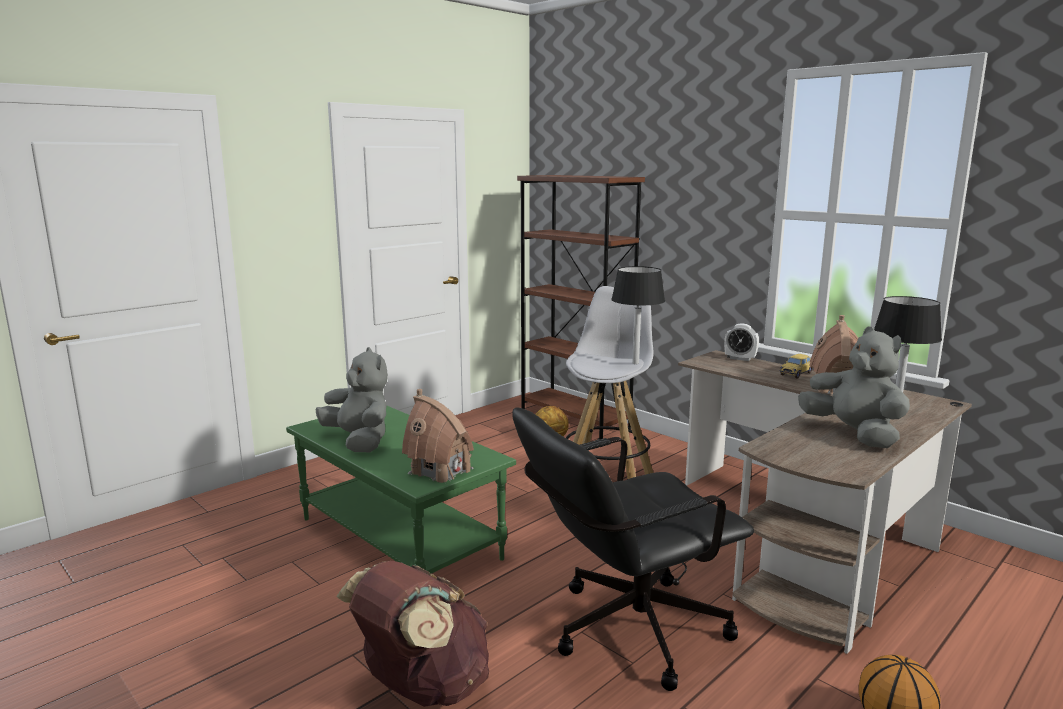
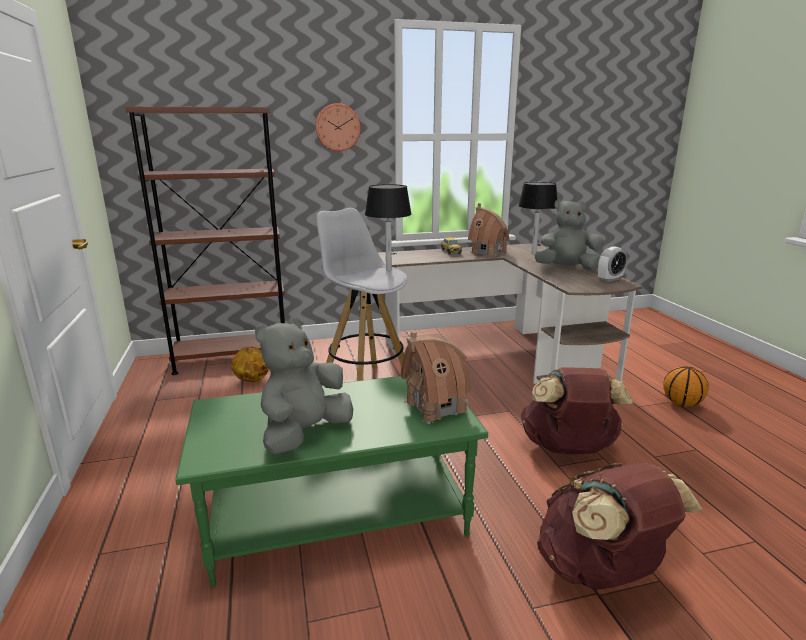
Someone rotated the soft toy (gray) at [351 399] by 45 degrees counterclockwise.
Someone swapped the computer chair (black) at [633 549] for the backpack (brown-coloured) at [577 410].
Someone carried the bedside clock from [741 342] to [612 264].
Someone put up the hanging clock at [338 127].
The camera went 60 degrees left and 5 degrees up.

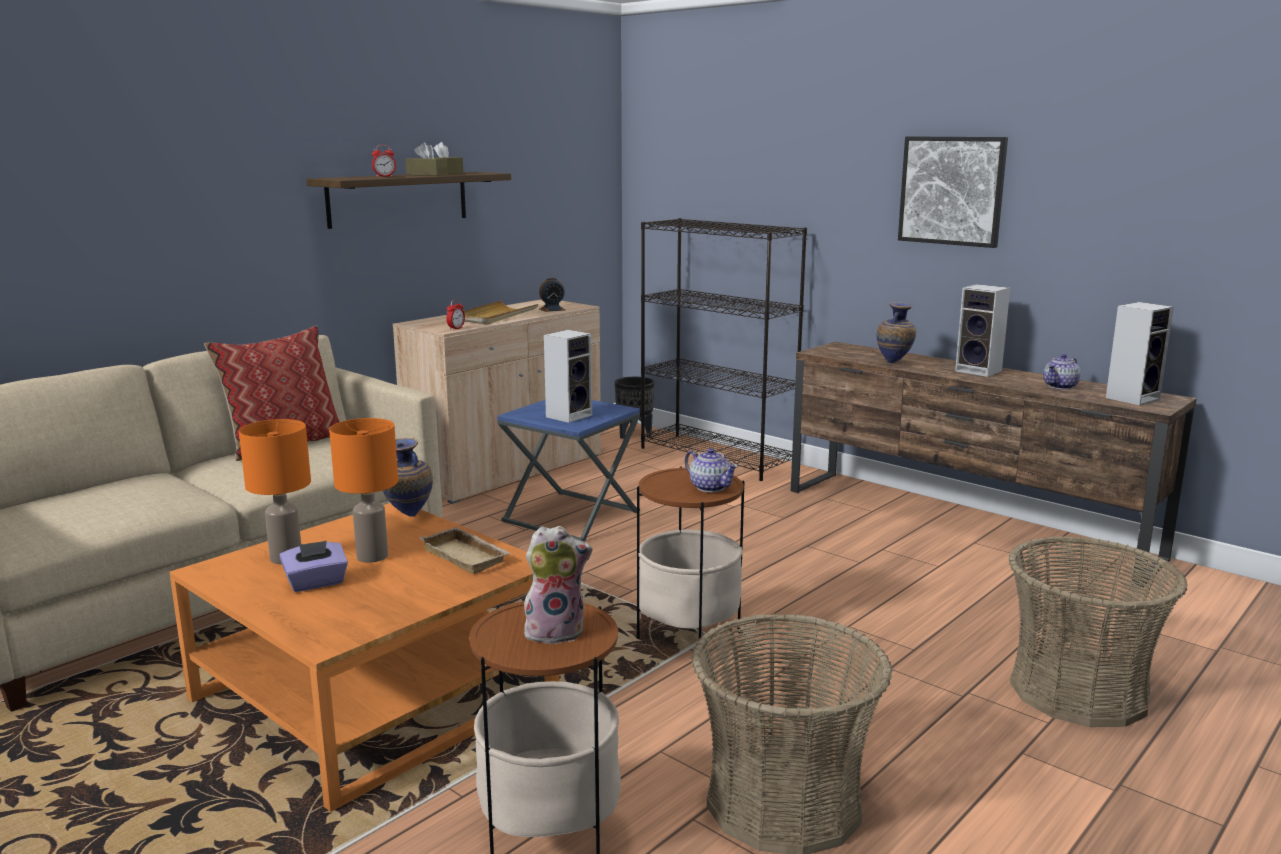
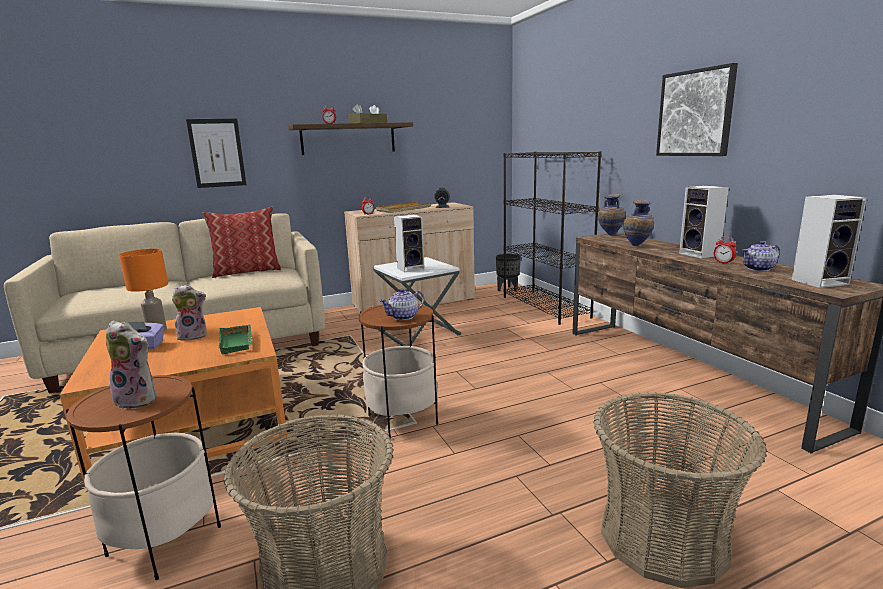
Someone swapped the tabletop lamp (orangey) at [363 490] for the soft toy at [189 312].
Someone carried the decorative vase from [407 477] to [611 215].
Someone repainted the tray (beige) at [464 550], which became the tray (greenish) at [235 340].
Someone repainted the end table (blue) at [568 470], which became the end table (whitish) at [417 301].
Someone rotated the teapot at [711 470] by 75 degrees clockwise.
Someone put up the wall art at [216 153].
Someone put down the bedside clock at [725 250].
The camera went 25 degrees right and 0 degrees up.

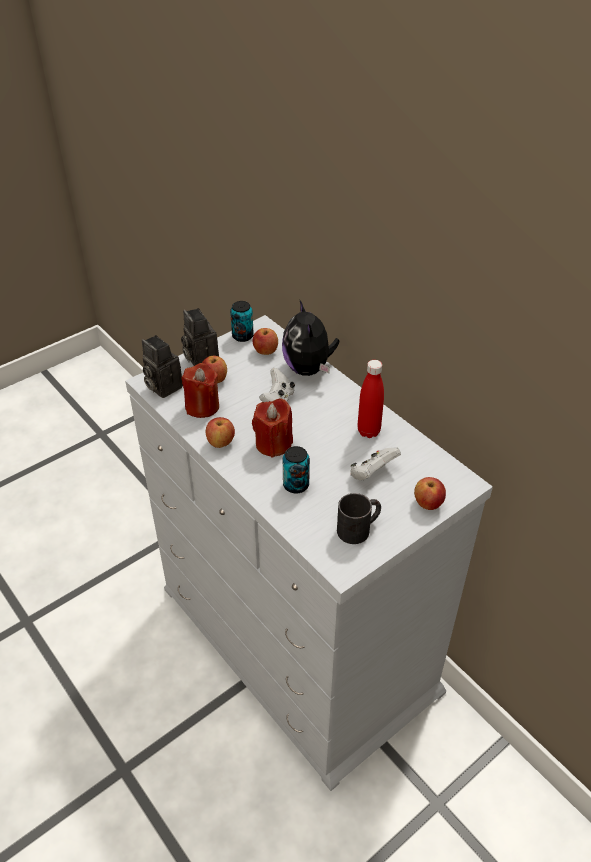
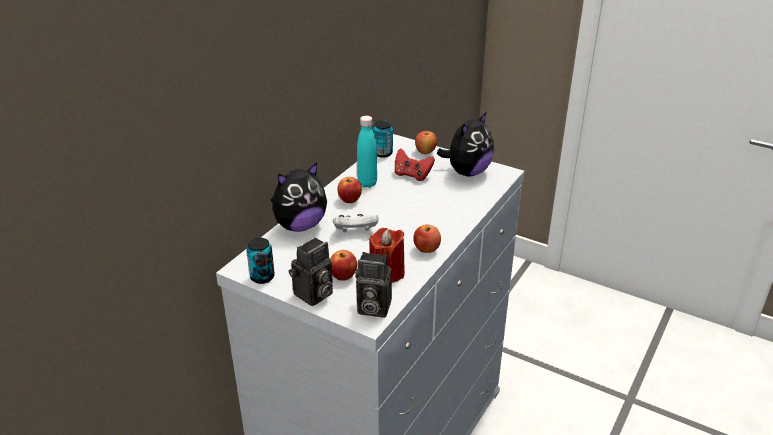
Someone rotated the photo camera at [162 366] by 75 degrees clockwise.
Someone carried the whole apple from [265 341] to [349 190].
Someone took away the candle (red-coloured) at [272 428].
Someone carried the can from [296 470] to [383 139].
Someone swapped the coffee mug (black) at [359 518] for the soft toy at [465 144].
Someone repainted the joypad (whitish) at [375 464], which became the joypad (red-coloured) at [415 164].
Someone repainted the drink bottle (red-coloured) at [370 399], which became the drink bottle (blue-green) at [367 152].
The camera went 110 degrees left and 10 degrees down.

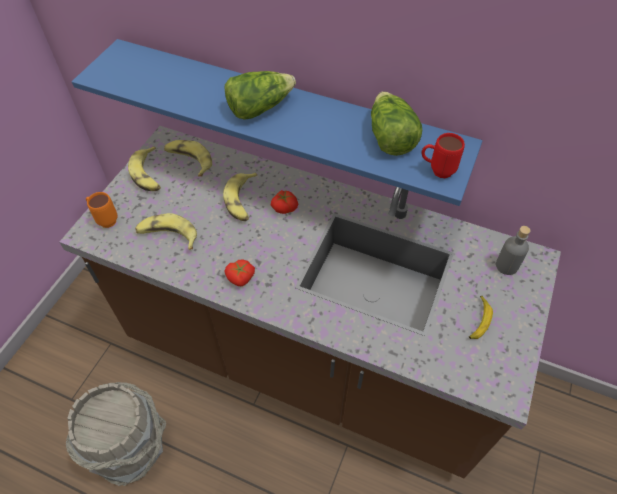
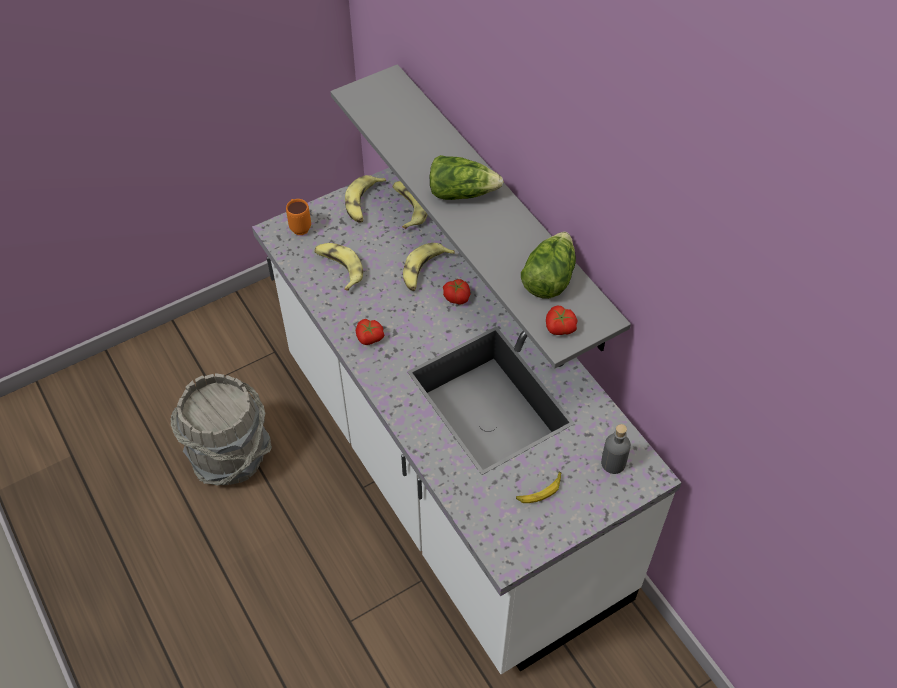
Someone repainted the counter (brown-coloured) at [310 302], which became the counter (whitish) at [467 421].
Someone repainted the shelf (blue) at [277 122], which became the shelf (gray) at [480 216].
Someone swapped the coffee mug (red-coloured) at [443 155] for the tomato at [562 320].
The camera went 35 degrees right and 0 degrees up.

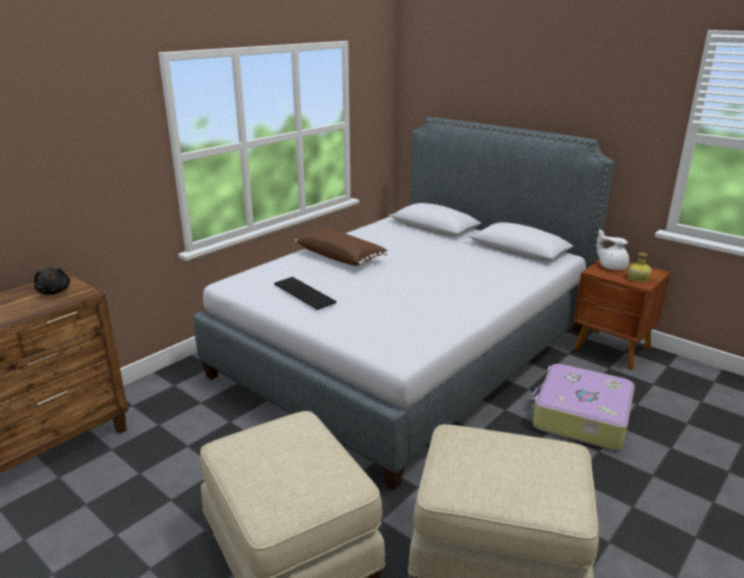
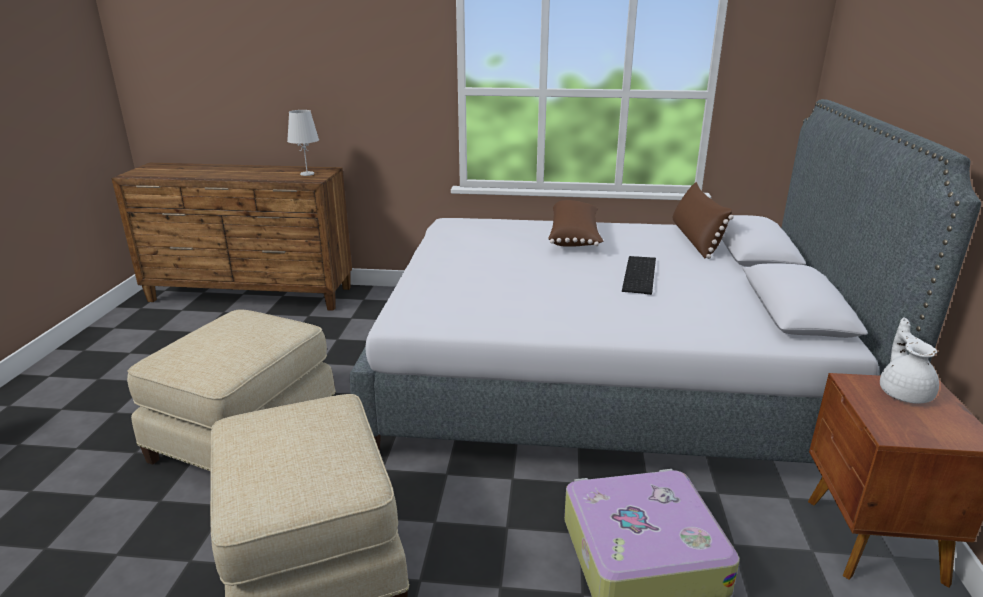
Someone swapped the soft toy (black) at [52 281] for the tabletop lamp (whitish) at [303 143].
Someone carried the computer keyboard from [305 293] to [639 275].
Someone took away the drink bottle at [639 267].
Someone put down the throw pillow (brown-coloured) at [703 220].
The camera went 55 degrees right and 0 degrees up.

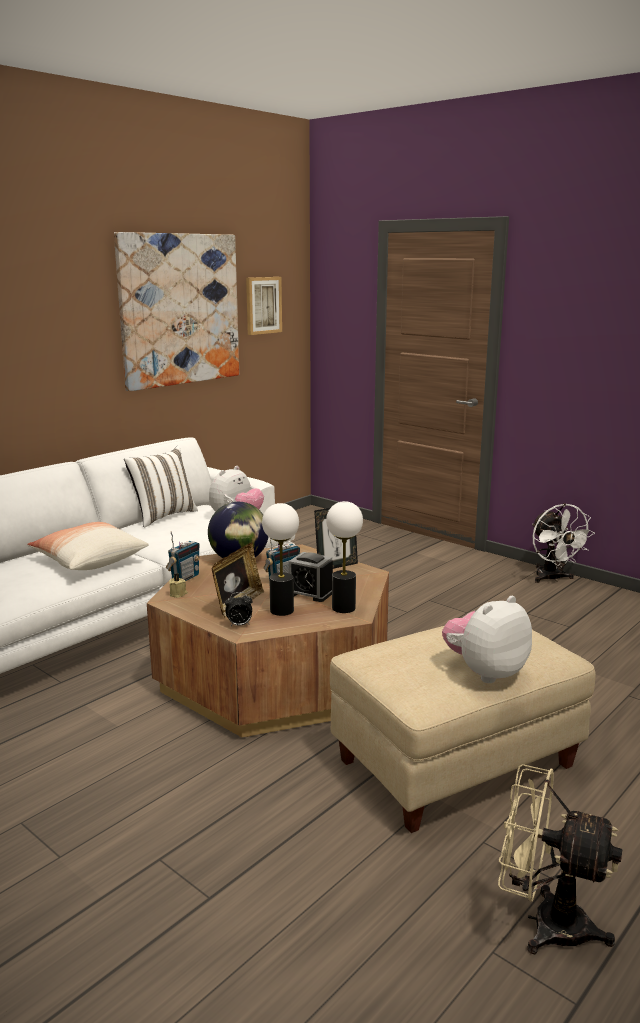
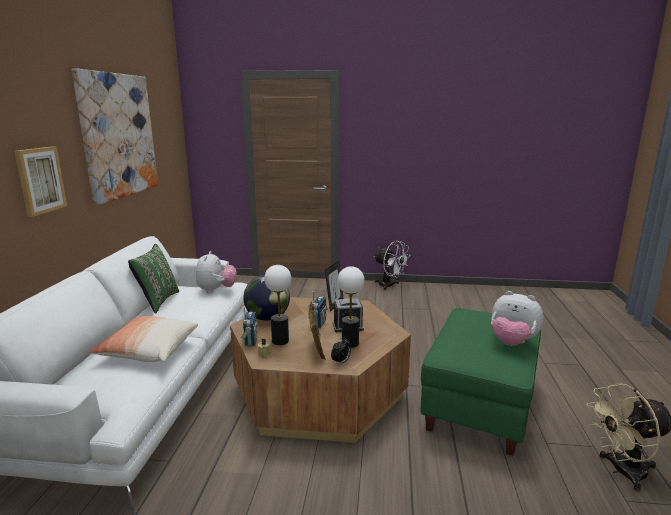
Someone repainted the throw pillow (whitish) at [161 487], which became the throw pillow (greenish) at [153 279].
Someone carried the wall art from [264 306] to [40 181].
Someone carried the tabletop lamp from [344 557] to [277 305].
Someone repainted the ottoman (beige) at [463 729], which became the ottoman (greenish) at [481 382].
Someone rotated the soft toy at [487 639] by 75 degrees counterclockwise.
The camera went 35 degrees left and 0 degrees up.

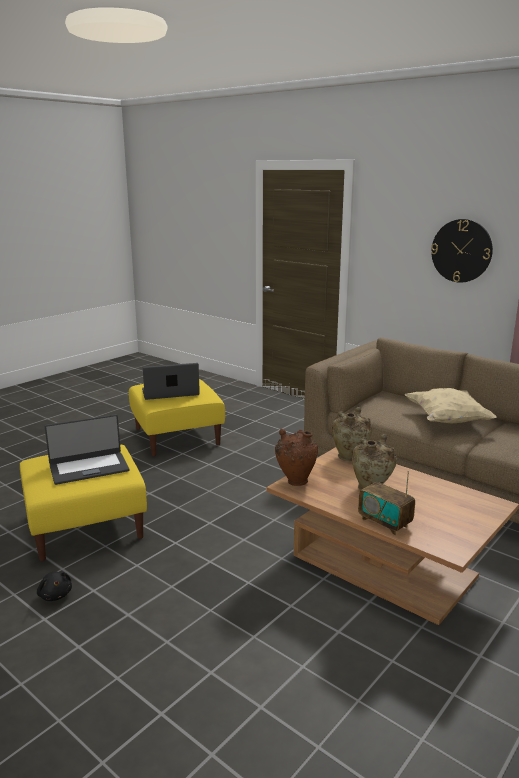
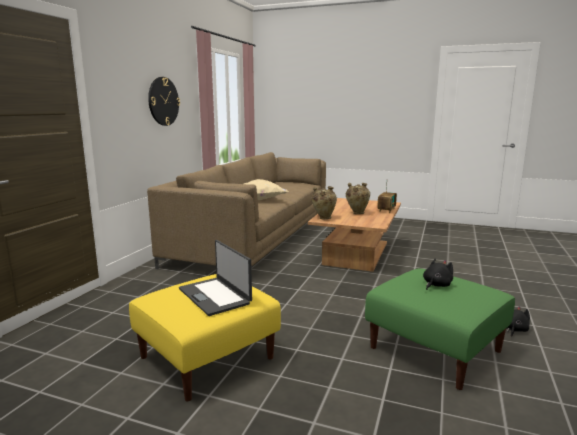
Someone repainted the ottoman (yellow) at [83 502], which became the ottoman (greenish) at [440 329].
Someone swapped the laptop at [87 449] for the soft toy (black) at [438 274].
Someone took away the decorative vase (brown-coloured) at [296 457].
The camera went 110 degrees left and 5 degrees down.

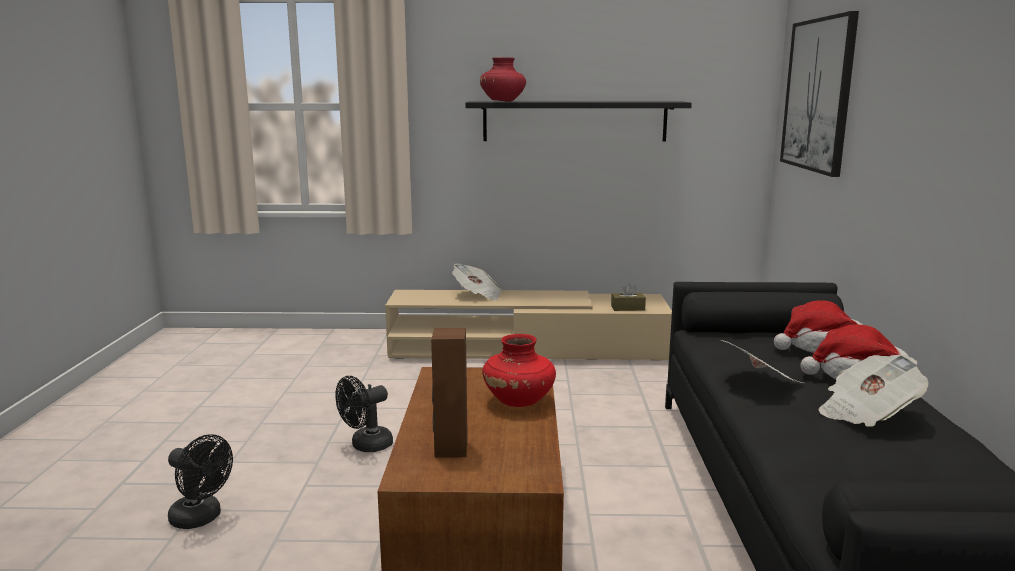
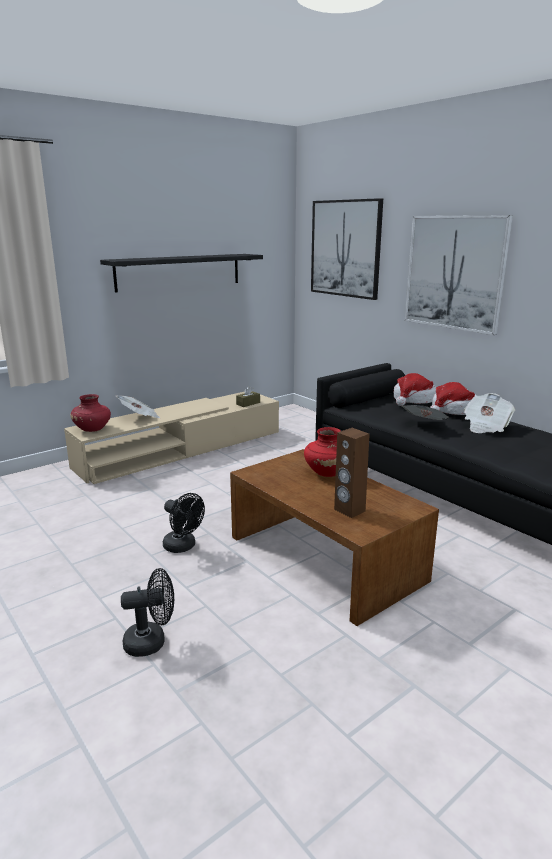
Someone rotated the cooling fan (black) at [364 414] by 60 degrees counterclockwise.
Someone carried the decorative vase (red-coloured) from [503 79] to [90 413].
Someone put up the wall art at [459 275].
The camera went 40 degrees left and 5 degrees up.

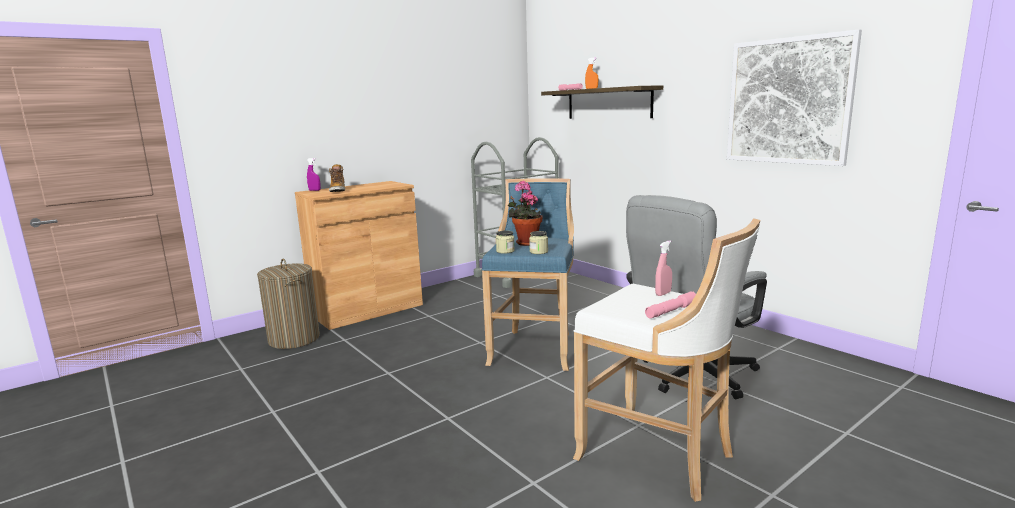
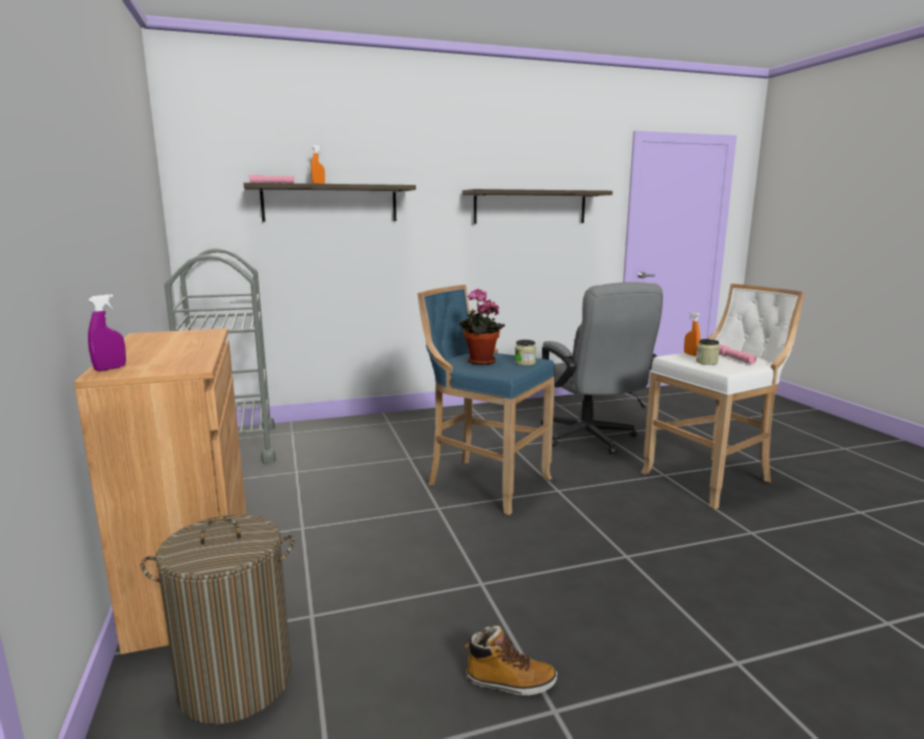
Someone carried the boot from [337 178] to [511 661].
Someone carried the storage jar from [505 242] to [708 352].
Someone repainted the spray bottle (pink-coloured) at [663 268], which became the spray bottle (orangey) at [692 333].
Someone swapped the wall art at [794 97] for the shelf at [537 206].
The camera went 70 degrees left and 0 degrees up.

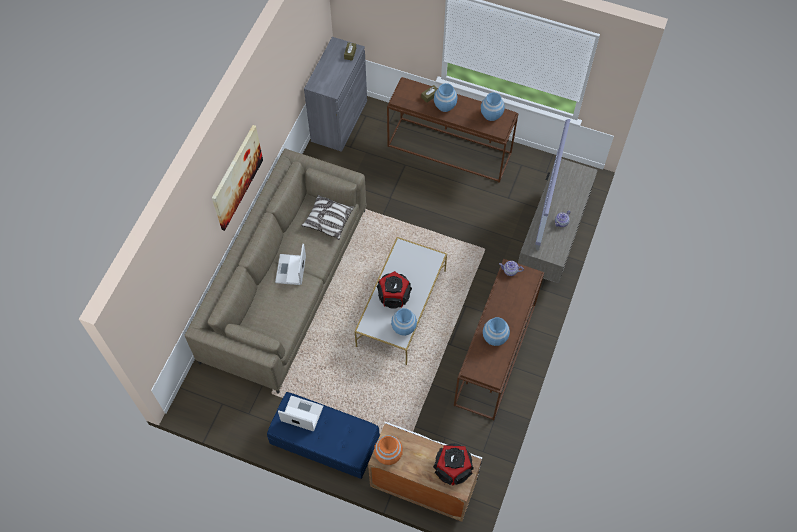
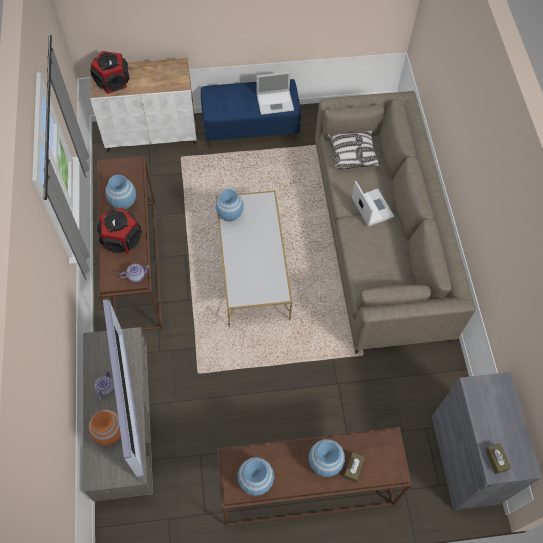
Someone took away the wall art at [237 178].
Someone carried the throw pillow from [328 217] to [354 150].
Someone carried the decorative vase (orangey) from [388 450] to [105 427].
Someone carried the loudspeaker from [394 290] to [119 231].
The camera went 150 degrees right and 0 degrees up.

